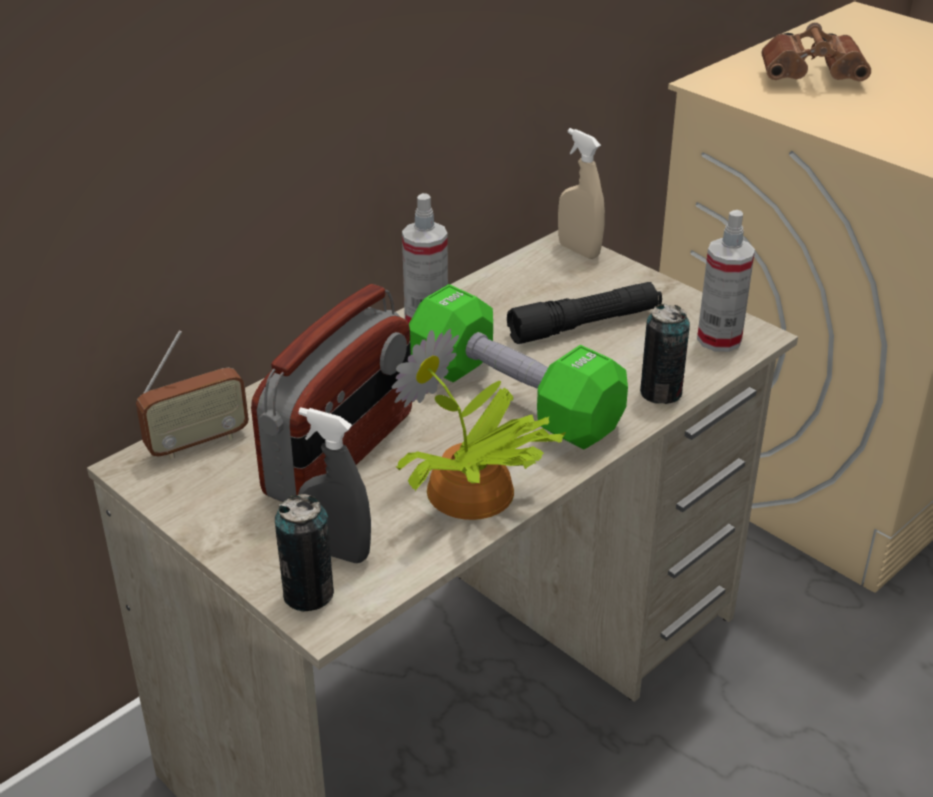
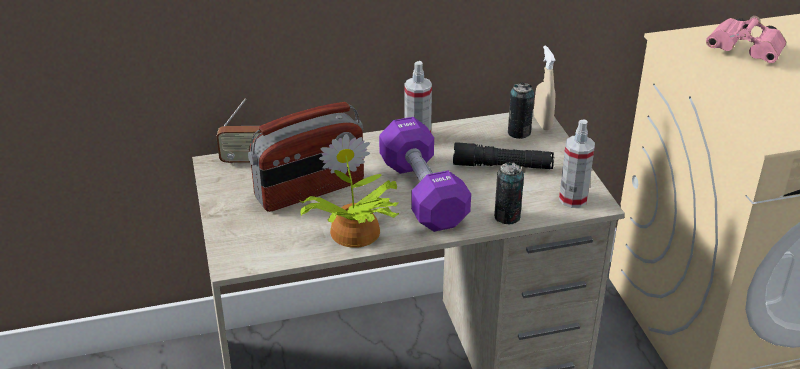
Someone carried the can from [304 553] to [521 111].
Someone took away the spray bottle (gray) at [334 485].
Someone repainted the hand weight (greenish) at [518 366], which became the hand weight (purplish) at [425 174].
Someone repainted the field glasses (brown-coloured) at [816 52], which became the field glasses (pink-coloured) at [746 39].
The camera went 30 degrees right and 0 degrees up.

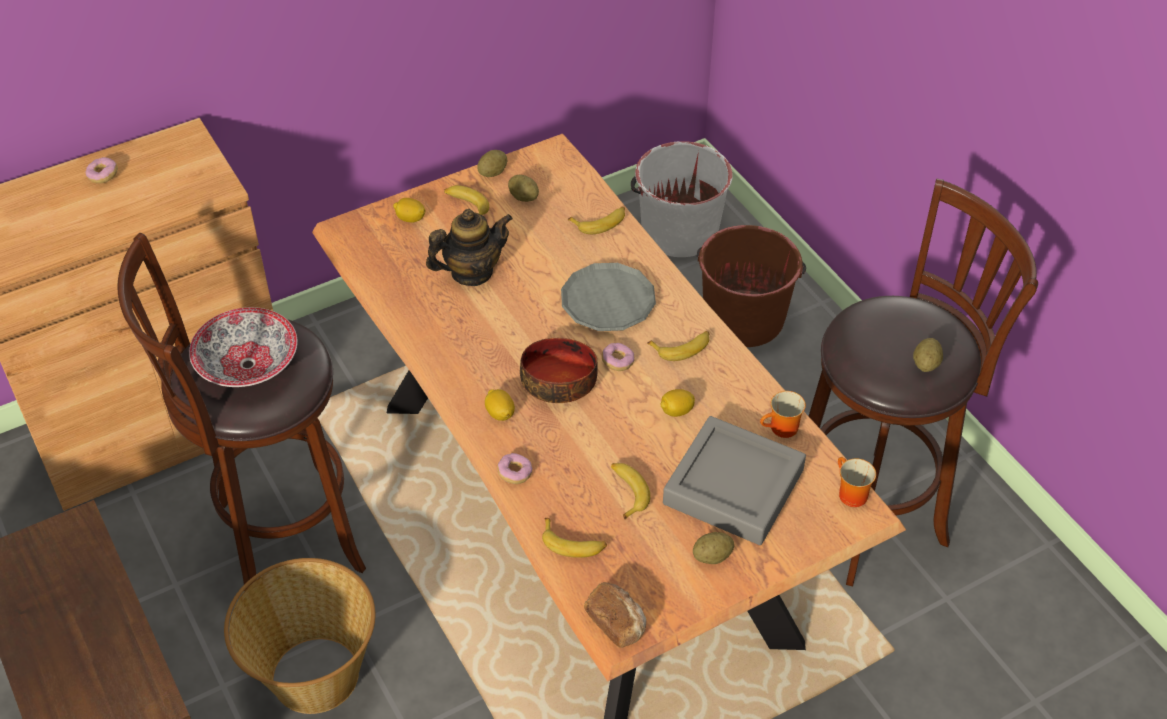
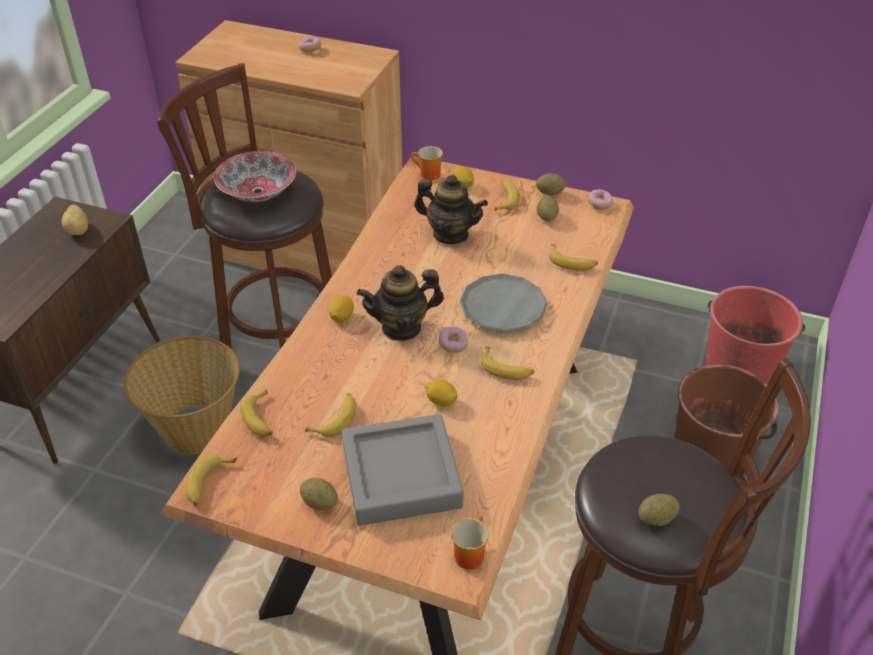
Someone carried the donut from [515 468] to [600 199].
Someone swapped the bowl at [559 370] for the teapot at [400 303].
Someone swapped the bakery bread at [615 615] for the banana fruit at [211 480].
Someone repainted the bucket (whitish) at [682 199], which became the bucket (red-coloured) at [755 335].
Someone carried the coffee mug from [783 414] to [427 163].
Someone put down the spud at [74 220].
The camera went 50 degrees right and 5 degrees down.

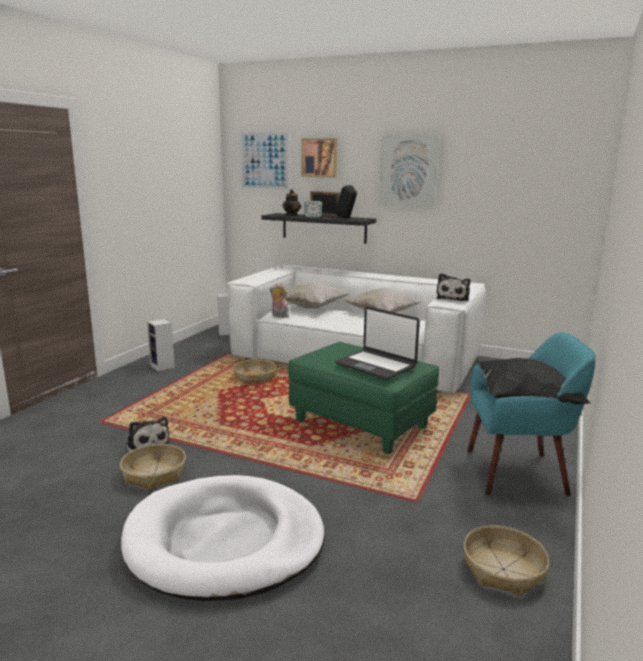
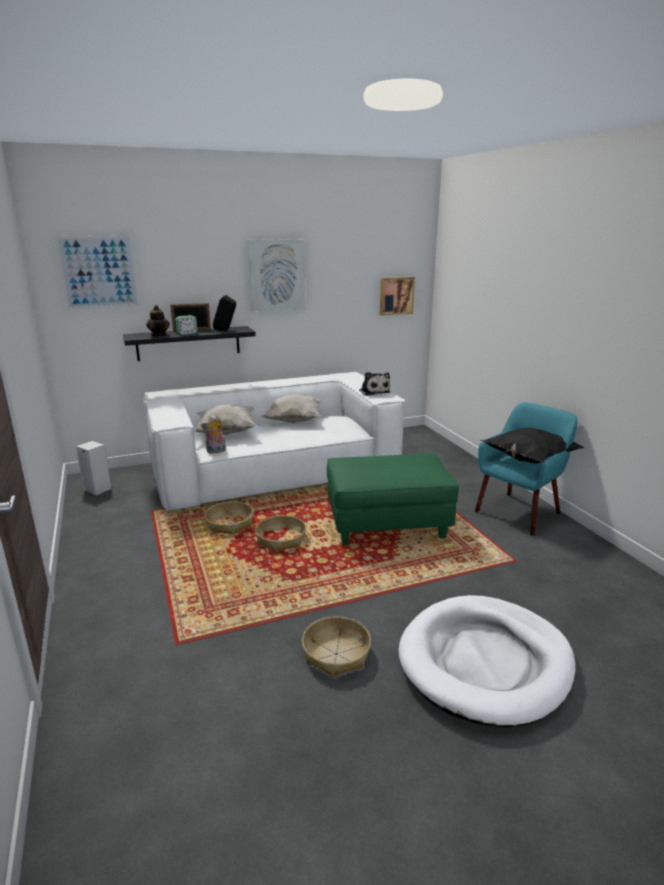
Someone took away the soft toy at [148 434].
Someone took away the loudspeaker at [161 345].
Someone carried the wall art from [319 158] to [397 296].
Someone took away the laptop at [377 343].
Someone carried the basket from [506 561] to [280 533].
The camera went 45 degrees left and 5 degrees up.

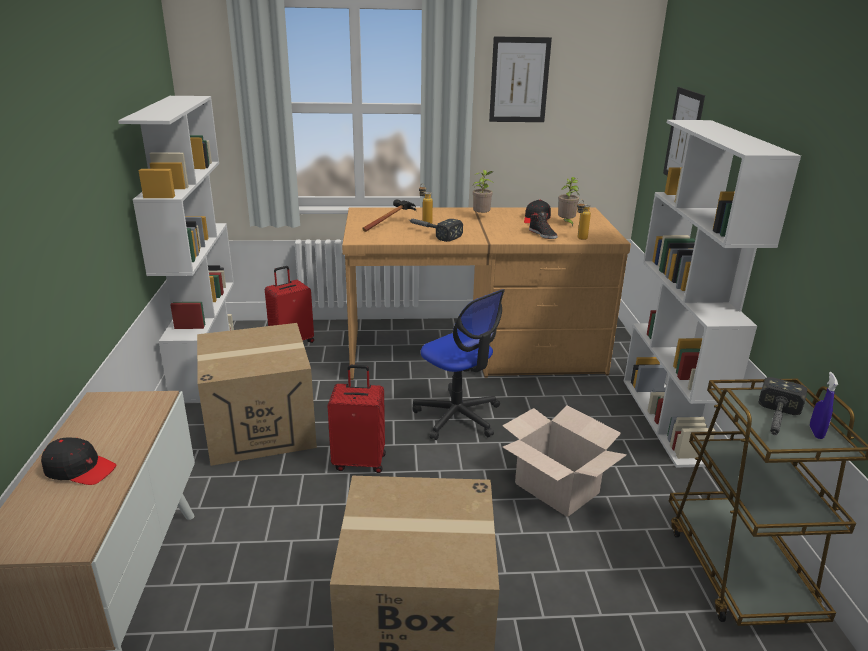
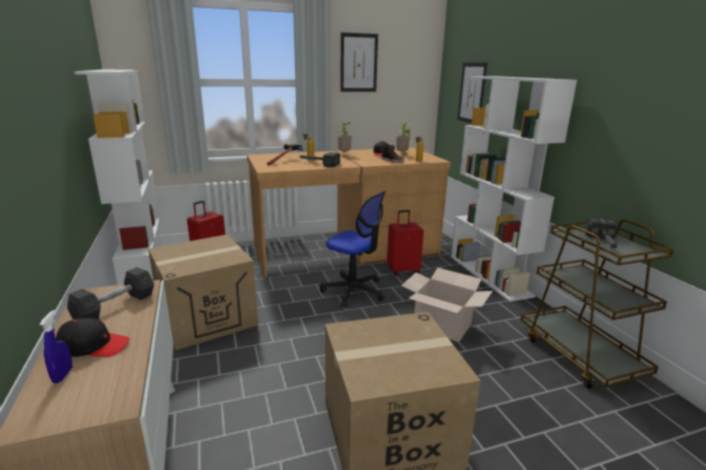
Someone carried the piece of luggage (red-coloured) from [356 419] to [405 243].
Someone carried the spray bottle (blue) from [824 405] to [56 346].
Someone put down the hand weight (gray) at [110 293].
The camera went 15 degrees left and 5 degrees down.

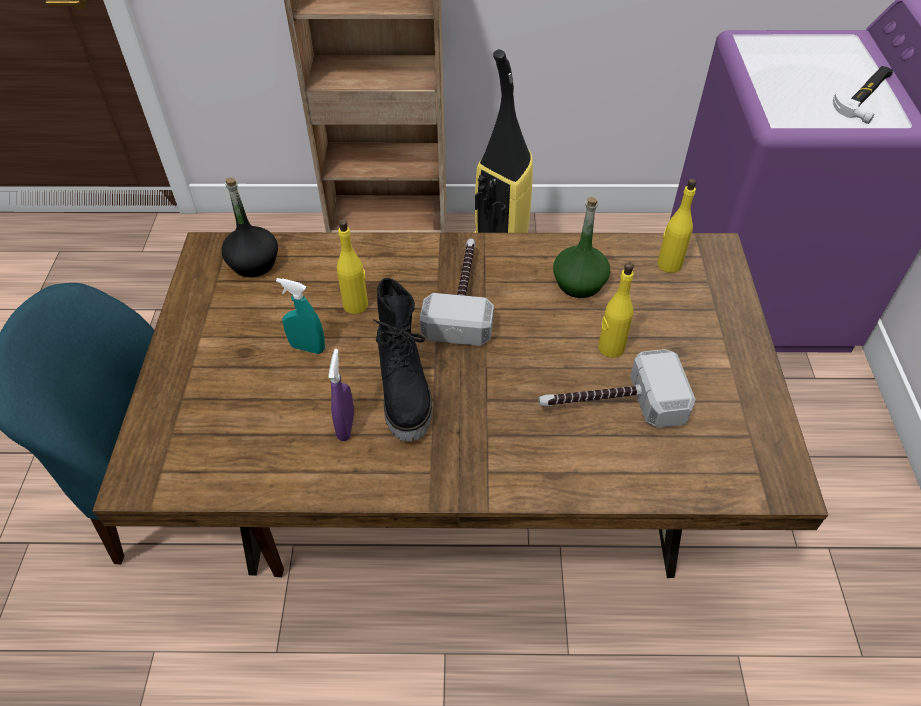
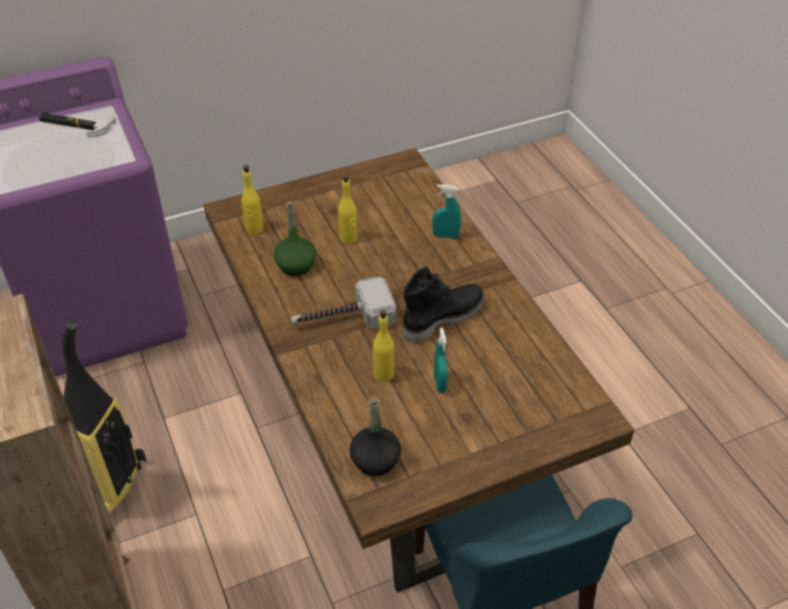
Someone took away the spray bottle (purplish) at [341 395].
Someone took away the hand hammer at [617 388].
Someone put down the spray bottle (blue-green) at [446 211].
The camera went 115 degrees left and 5 degrees down.

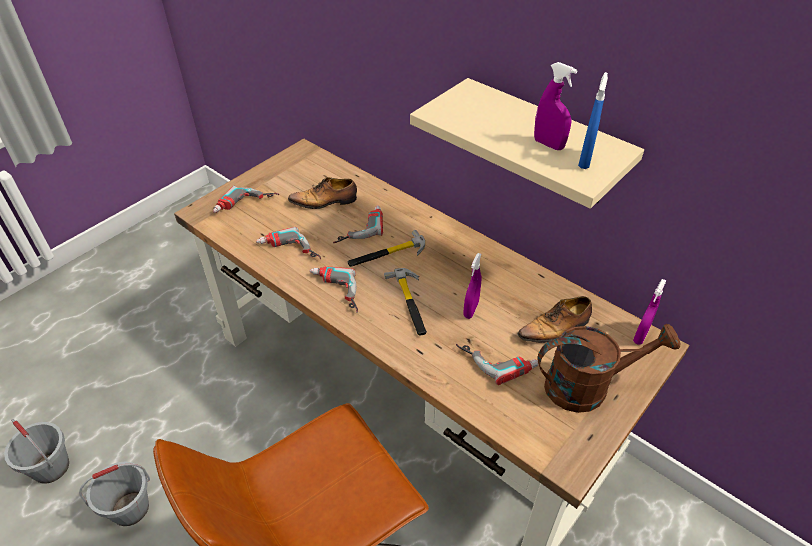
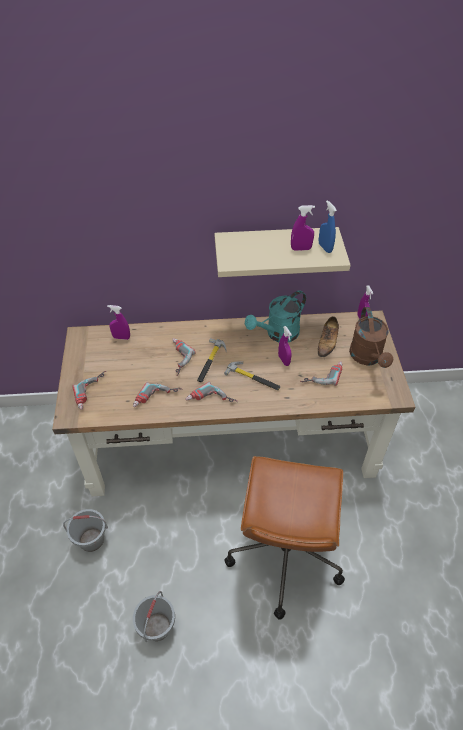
Someone carried the bucket (gray) from [36 451] to [85 530].
Someone took away the low shoe at [322 193].
Someone rotated the watering pot (brown-coloured) at [608 368] by 135 degrees clockwise.
Someone put down the spray bottle (purplish) at [118 322].
Someone put down the watering pot (blue-green) at [275 316].
The camera went 45 degrees left and 5 degrees up.

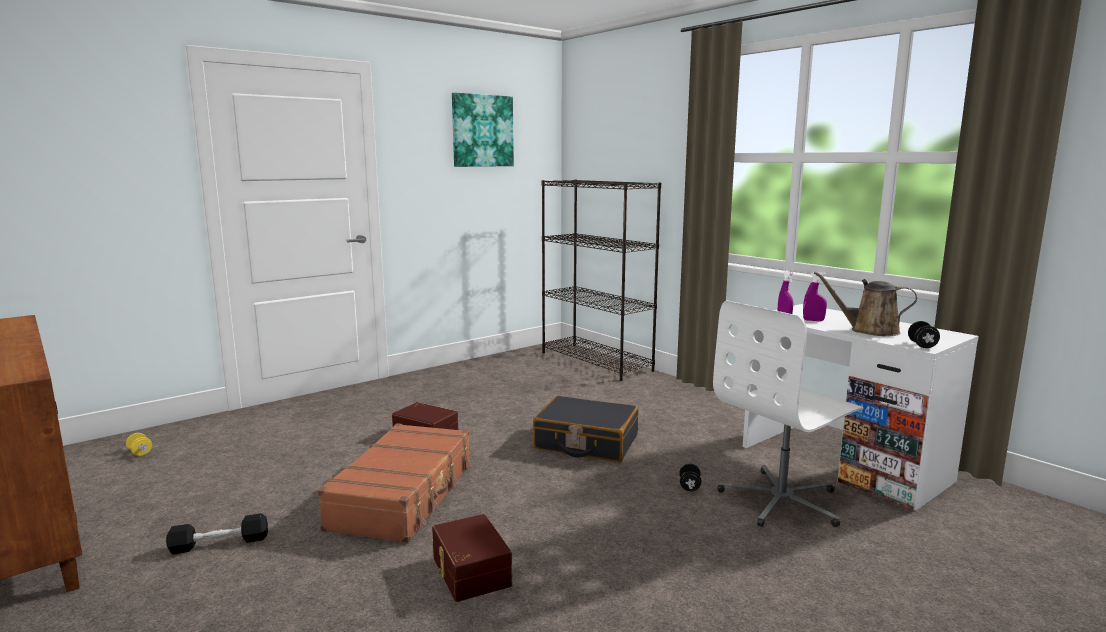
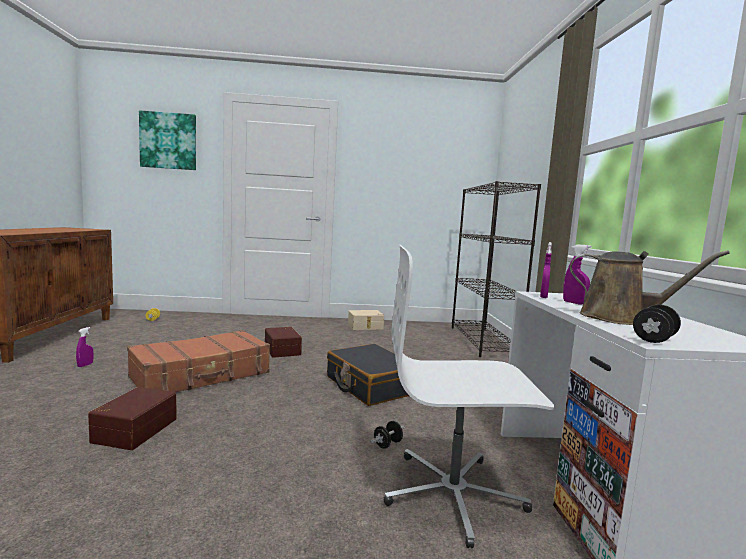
Someone swapped the hand weight (black) at [217 533] for the spray bottle (purplish) at [85 347].
Someone carried the wall art from [483 130] to [167 140].
Someone rotated the watering pot (brown-coloured) at [865 303] by 150 degrees clockwise.
Someone put down the storage bin (beige) at [366 320].
The camera went 35 degrees right and 5 degrees down.

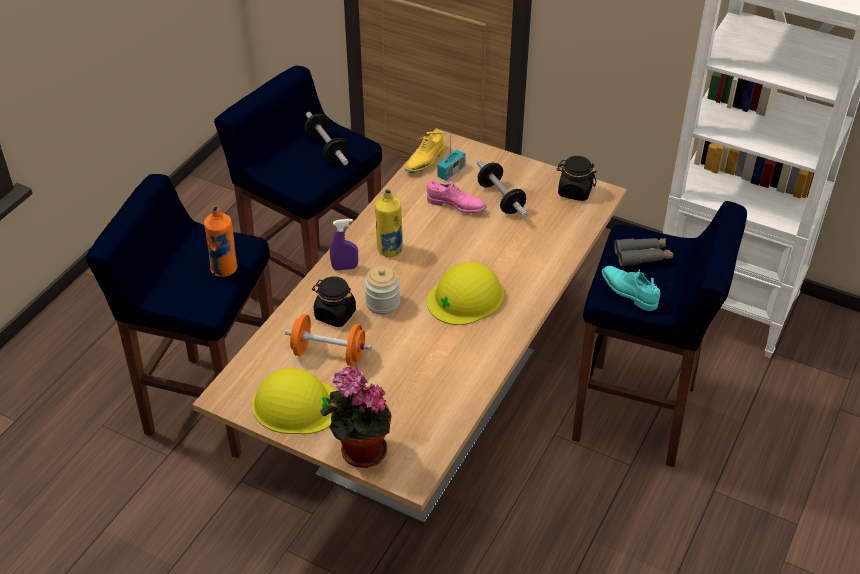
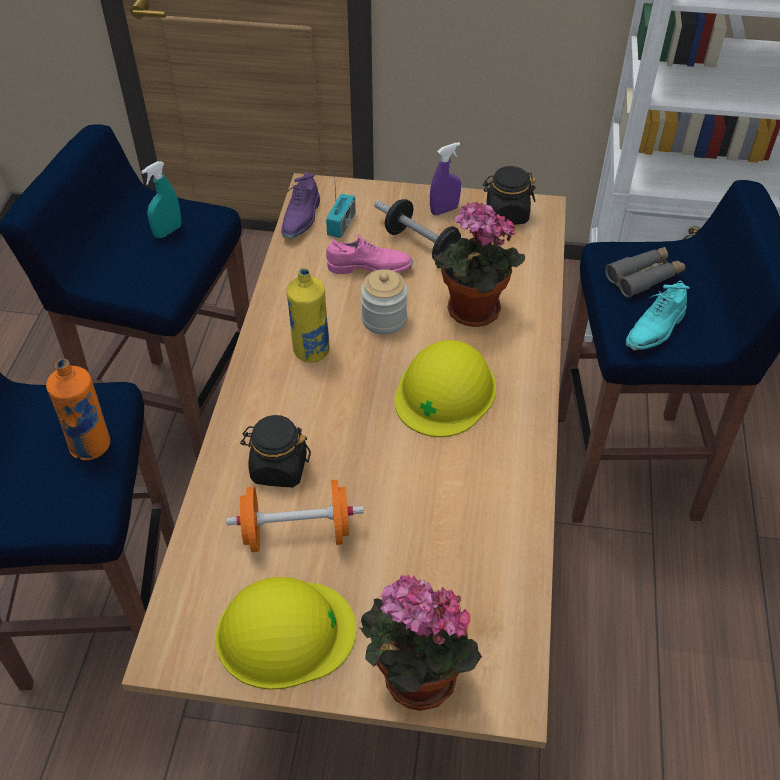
Someone swapped the hand weight at [326 138] for the spray bottle (blue-green) at [161 199].
Someone carried the spray bottle (purplish) from [344 245] to [445 178].
Someone carried the storage jar from [382 290] to [384 302].
Someone repainted the low shoe (yellow) at [425 151], which became the low shoe (purplish) at [300 205].
Someone rotated the low shoe (blue-green) at [630 288] by 75 degrees counterclockwise.
Someone put down the potted plant at [479 264].
The camera went 20 degrees left and 5 degrees up.

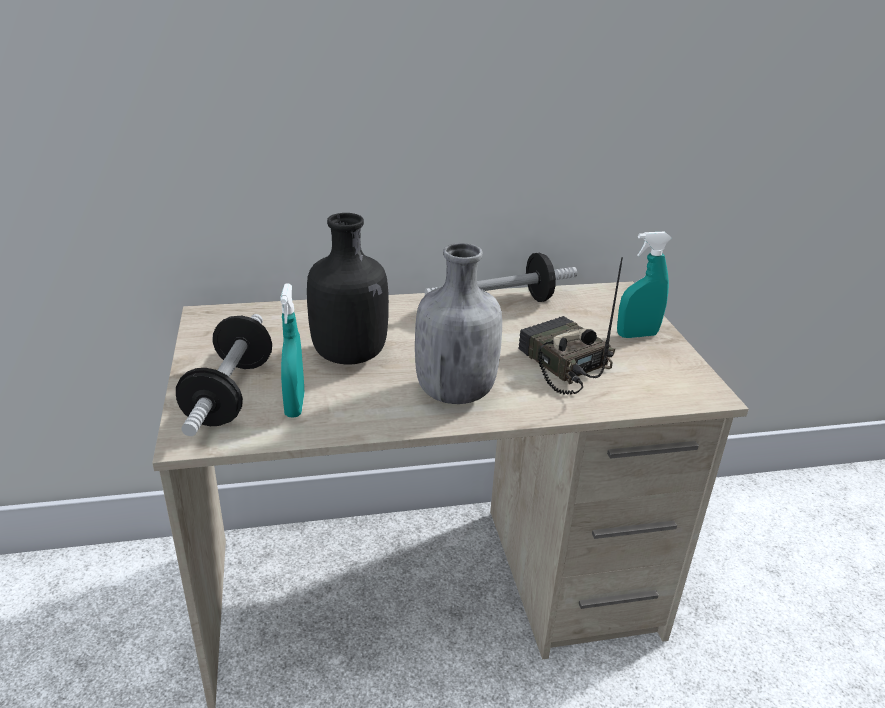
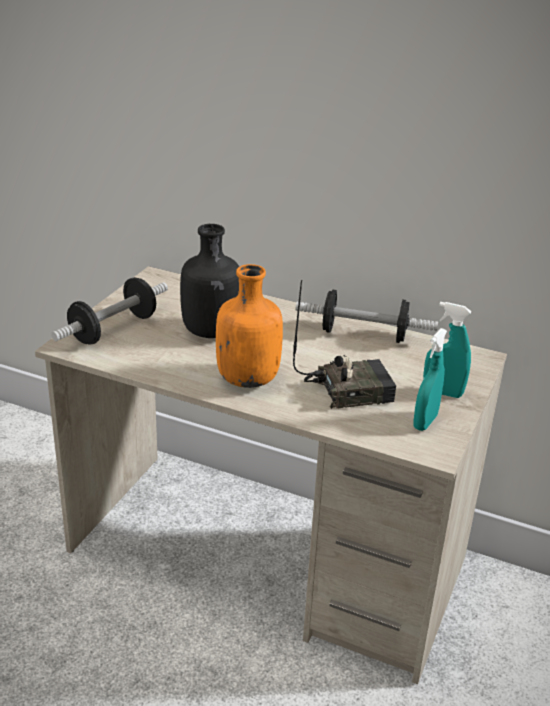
Someone carried the spray bottle (blue-green) from [292 351] to [430 379].
Someone repainted the drink bottle (gray) at [458 323], which became the drink bottle (orangey) at [249 326].
Someone rotated the radio at [570 326] by 75 degrees clockwise.
The camera went 35 degrees right and 0 degrees up.

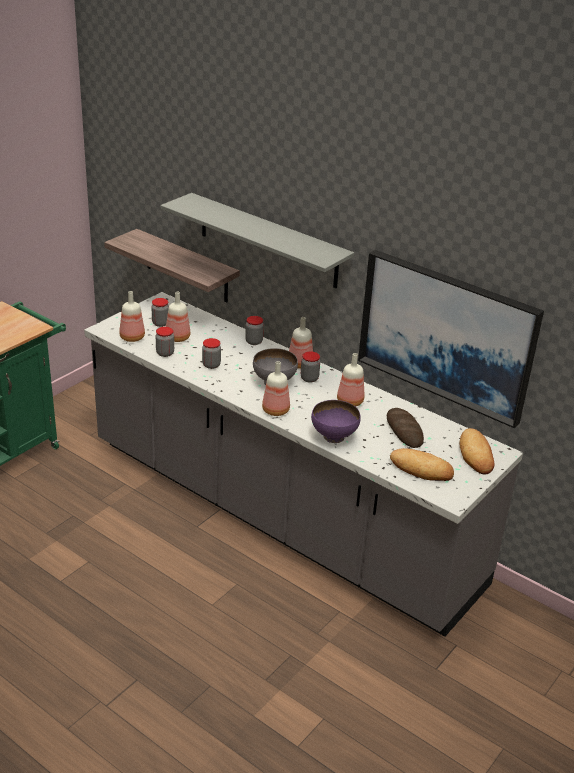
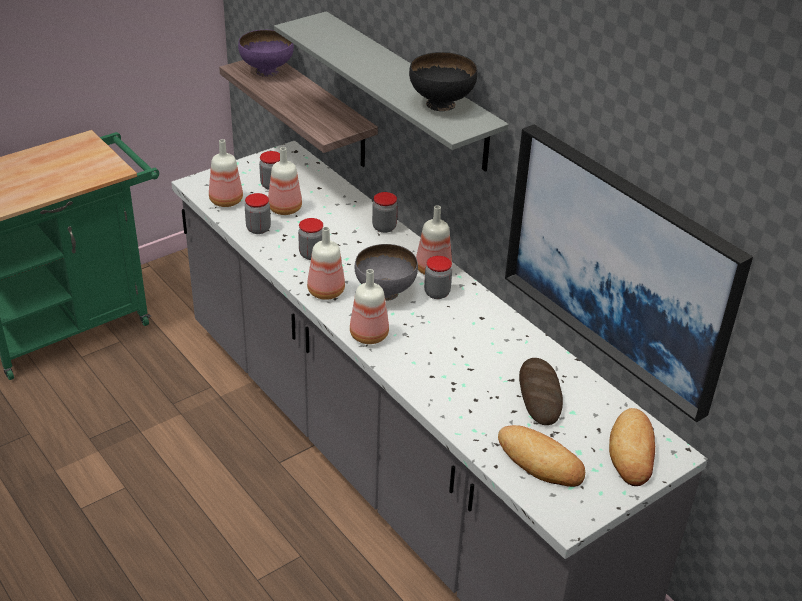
Someone carried the bowl (purplish) from [336 421] to [266 53].
Someone carried the drink bottle from [350 380] to [326 263].
Someone put down the bowl (black) at [443 81].
The camera went 15 degrees right and 5 degrees up.

